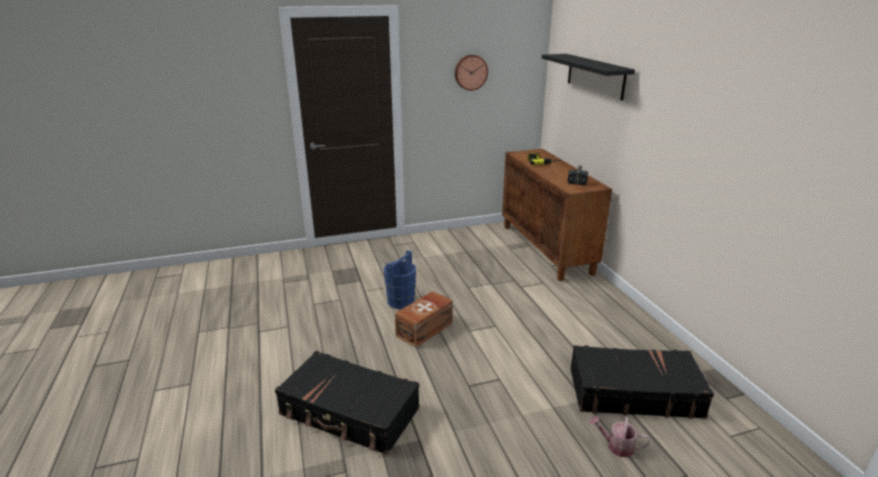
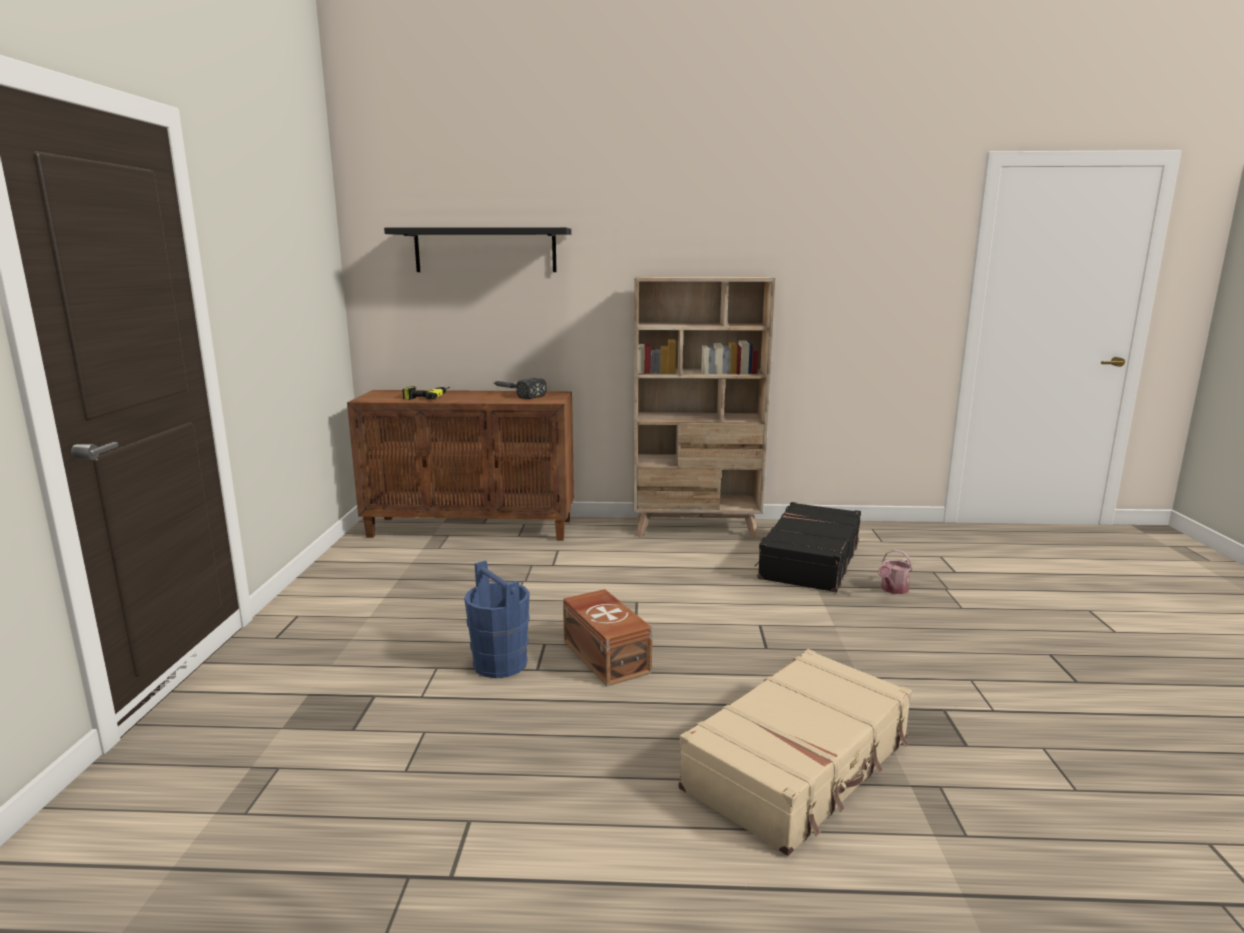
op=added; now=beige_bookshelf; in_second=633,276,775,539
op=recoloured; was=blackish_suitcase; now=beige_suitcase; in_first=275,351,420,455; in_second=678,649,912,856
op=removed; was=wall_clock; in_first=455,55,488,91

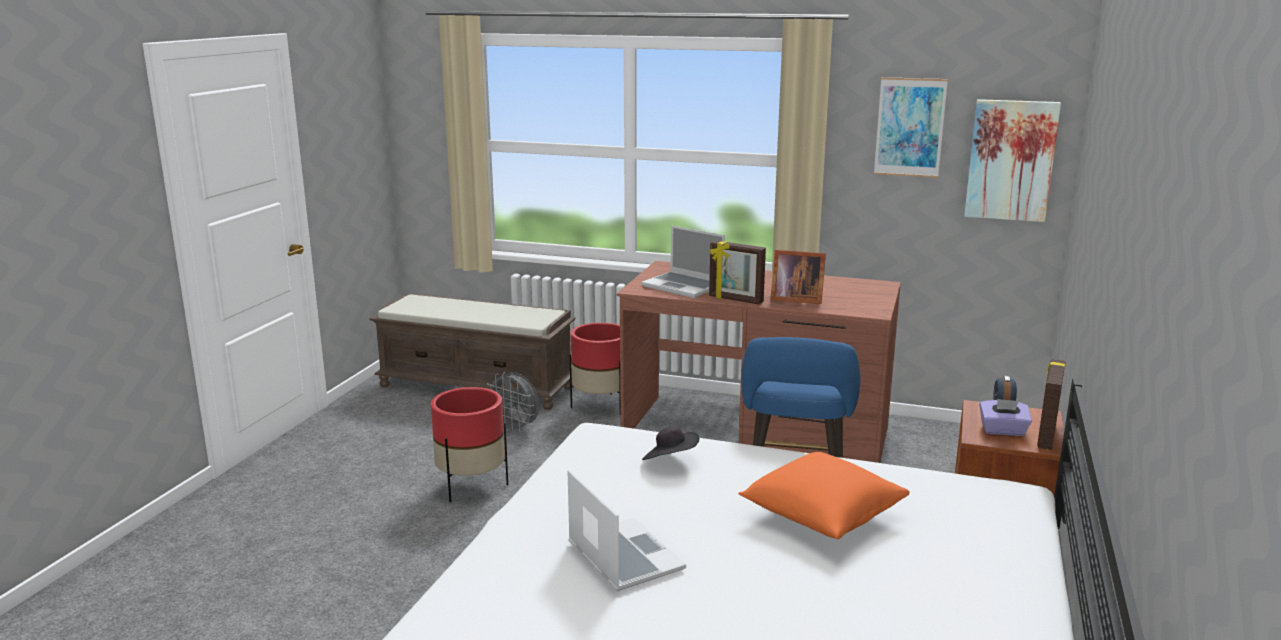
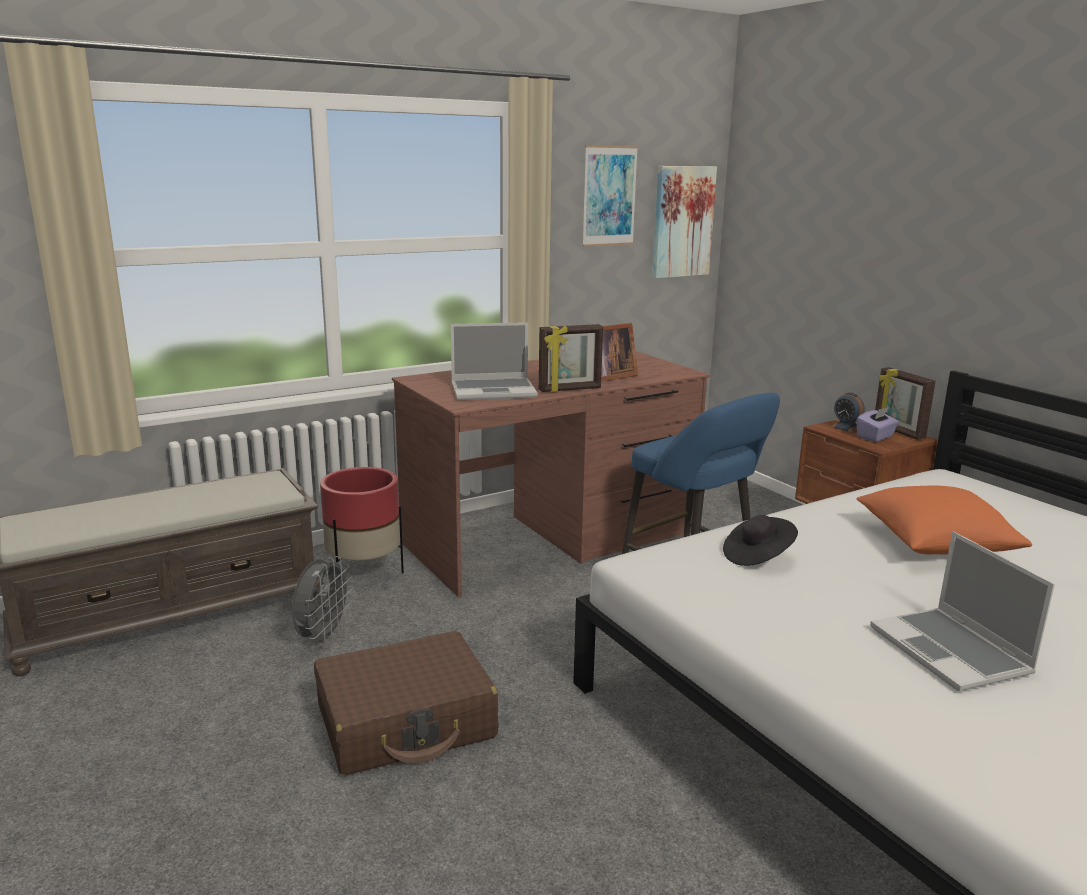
op=turned; was=greyish_fan; in_first=487,372,539,433; in_second=292,556,353,646; clockwise=-60
op=replaced; was=red-coloured_planter; now=brown_suitcase; in_first=431,387,508,502; in_second=314,631,498,775
op=turned; was=portable_computer; in_first=567,470,686,591; in_second=870,531,1055,691; clockwise=-120

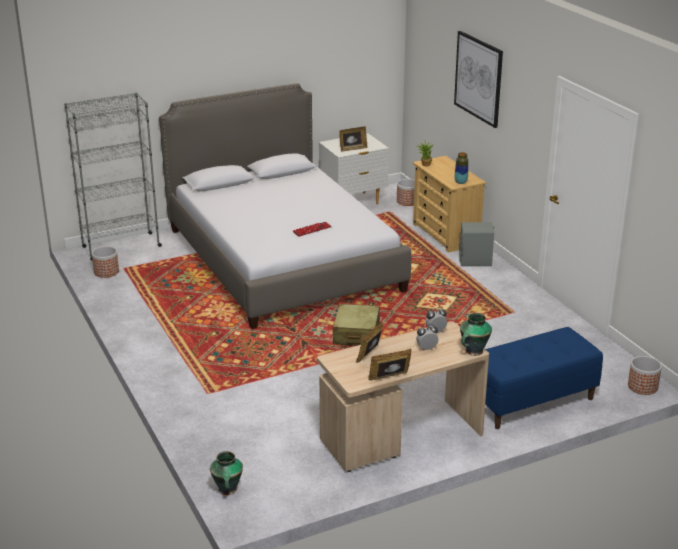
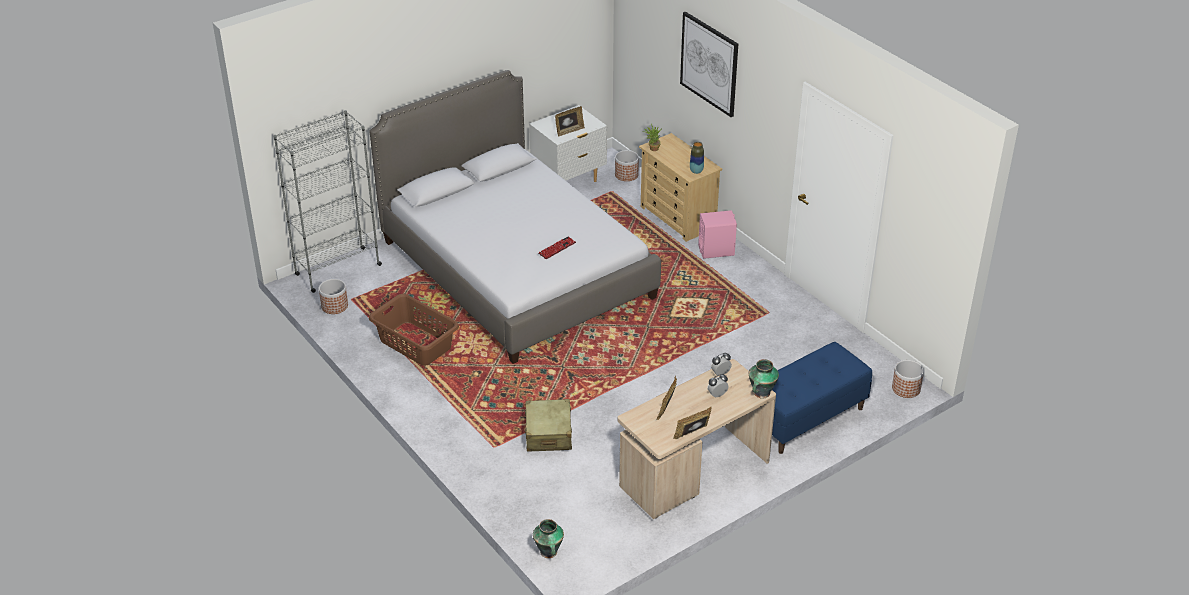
op=added; now=brown_laundry_basket; in_second=369,294,459,366
op=moved; was=beige_suitcase; in_first=333,304,380,346; in_second=524,399,572,451
op=recoloured; was=greyish_audio_speaker; now=pink_audio_speaker; in_first=459,222,495,266; in_second=698,210,737,259

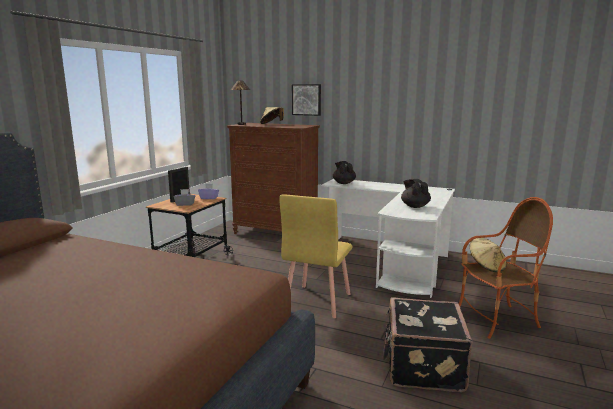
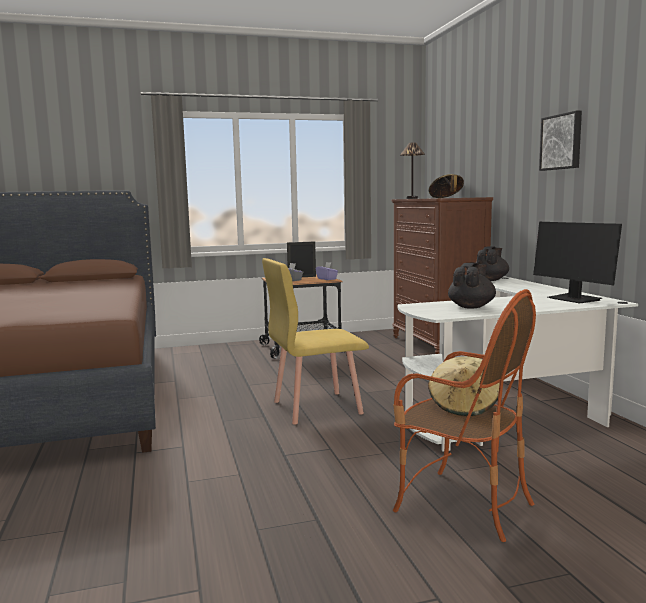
op=added; now=computer_screen; in_second=533,222,622,303
op=moved; was=picture; in_first=292,84,321,116; in_second=539,111,582,171
op=removed; was=blackish_suitcase; in_first=383,297,473,392

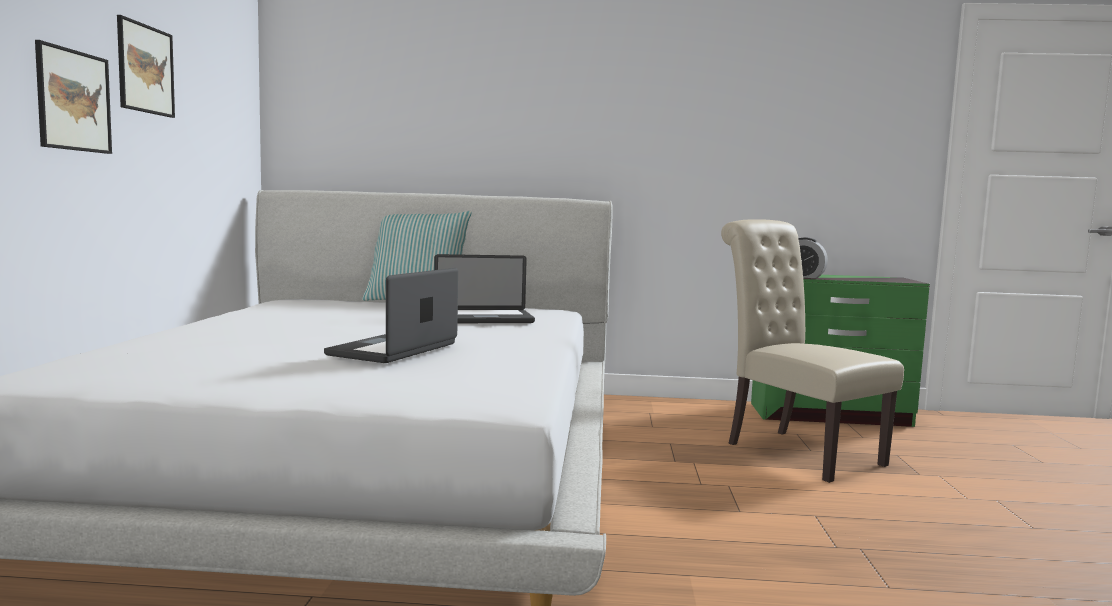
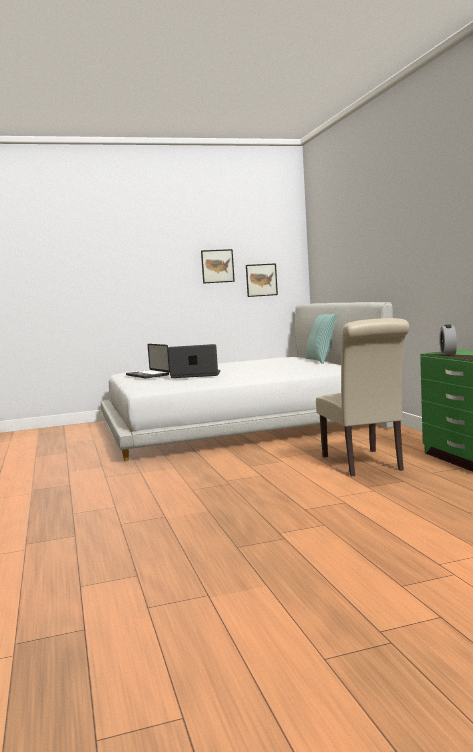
op=moved; was=portable_computer; in_first=434,254,535,323; in_second=126,344,170,379
op=moved; was=picture; in_first=35,40,112,154; in_second=246,263,278,297
op=turned; was=beige_upright_chair; in_first=721,219,904,483; in_second=316,318,409,477; clockwise=135

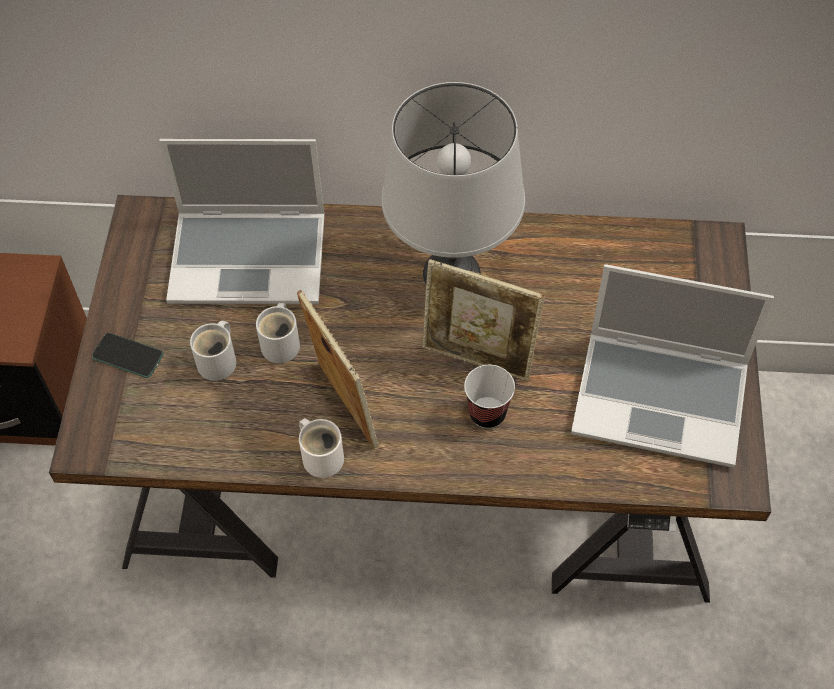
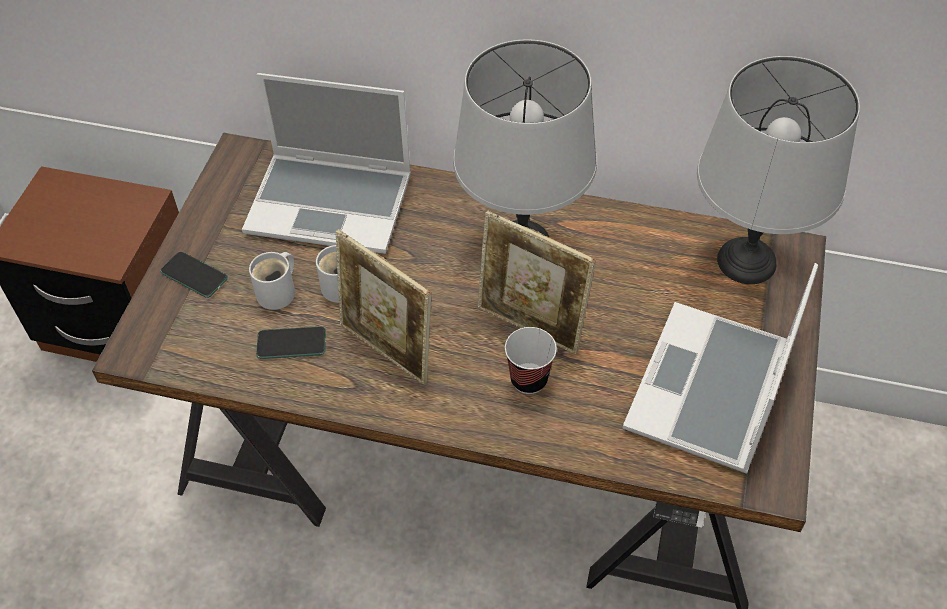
op=added; now=handset; in_second=256,326,326,359
op=turned; was=standing_frame; in_first=297,290,379,448; in_second=336,229,432,385; clockwise=150
op=turned; was=portable_computer; in_first=571,264,774,468; in_second=623,263,818,474; clockwise=90
op=added; now=greyish_lamp_for_a_table; in_second=697,56,860,284
op=removed; was=white_mug; in_first=299,418,344,478

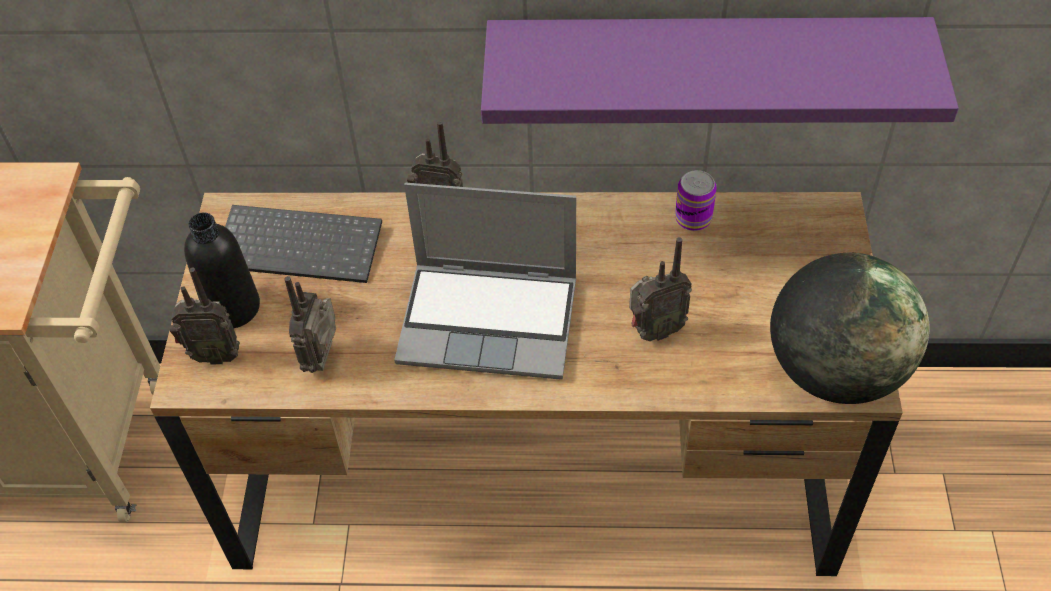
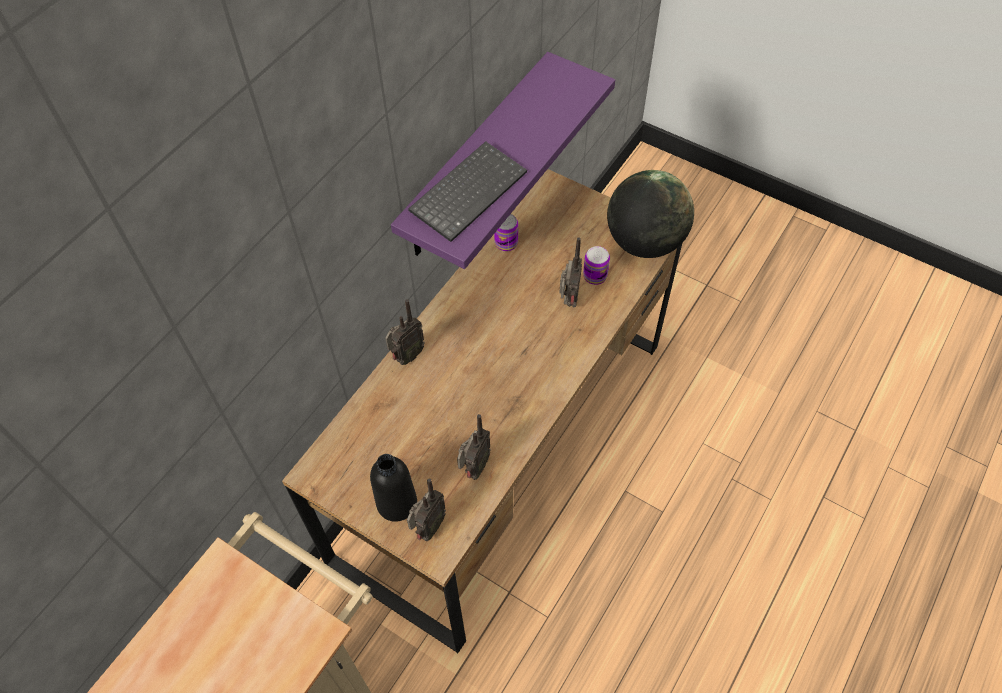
op=moved; was=PC_keyboard; in_first=225,205,382,283; in_second=408,141,527,242
op=turned; was=radio_receiver; in_first=284,276,336,373; in_second=457,414,491,480; clockwise=-105
op=added; now=sealed_can; in_second=583,246,610,285
op=removed; was=portable_computer; in_first=394,183,576,380

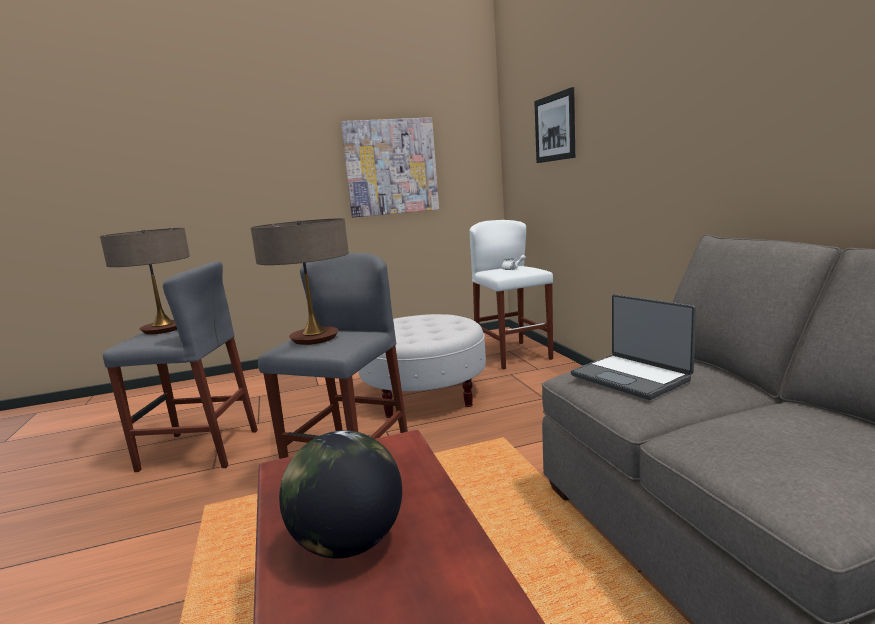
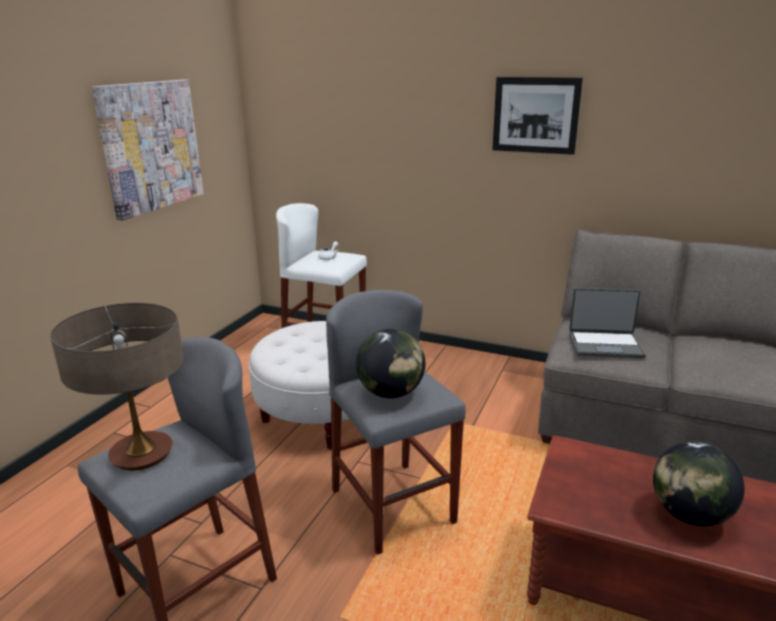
op=replaced; was=lamp_for_a_table; now=world_globe; in_first=251,218,349,345; in_second=356,329,426,398
op=moved; was=picture; in_first=534,87,575,163; in_second=492,77,583,155

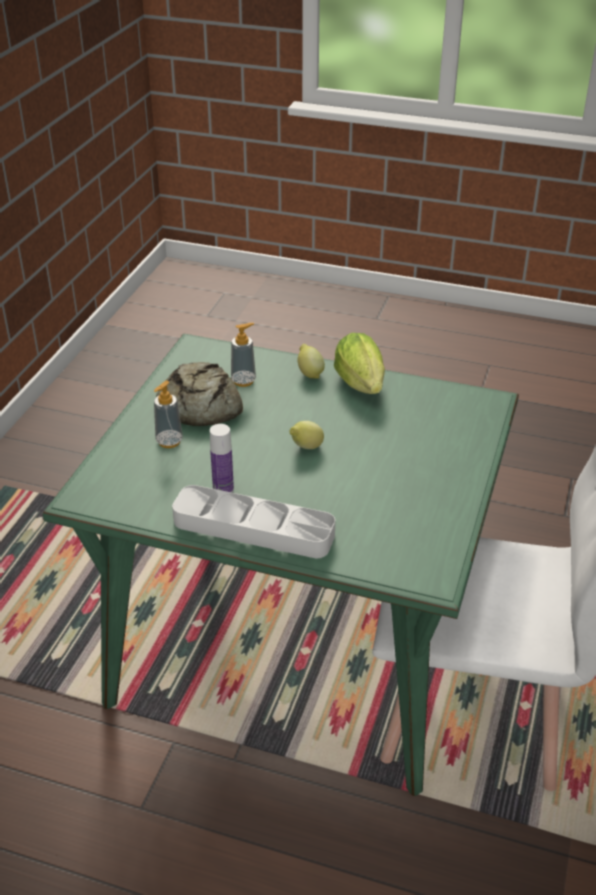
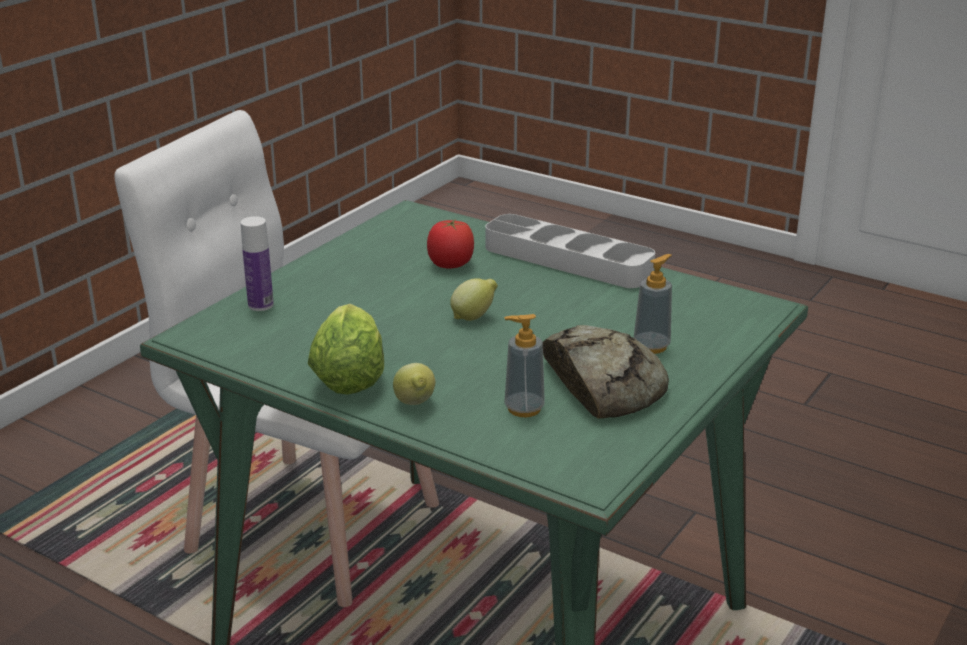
op=moved; was=bottle; in_first=210,424,234,493; in_second=241,216,274,311
op=added; now=fresh_tomato; in_second=427,220,474,269

